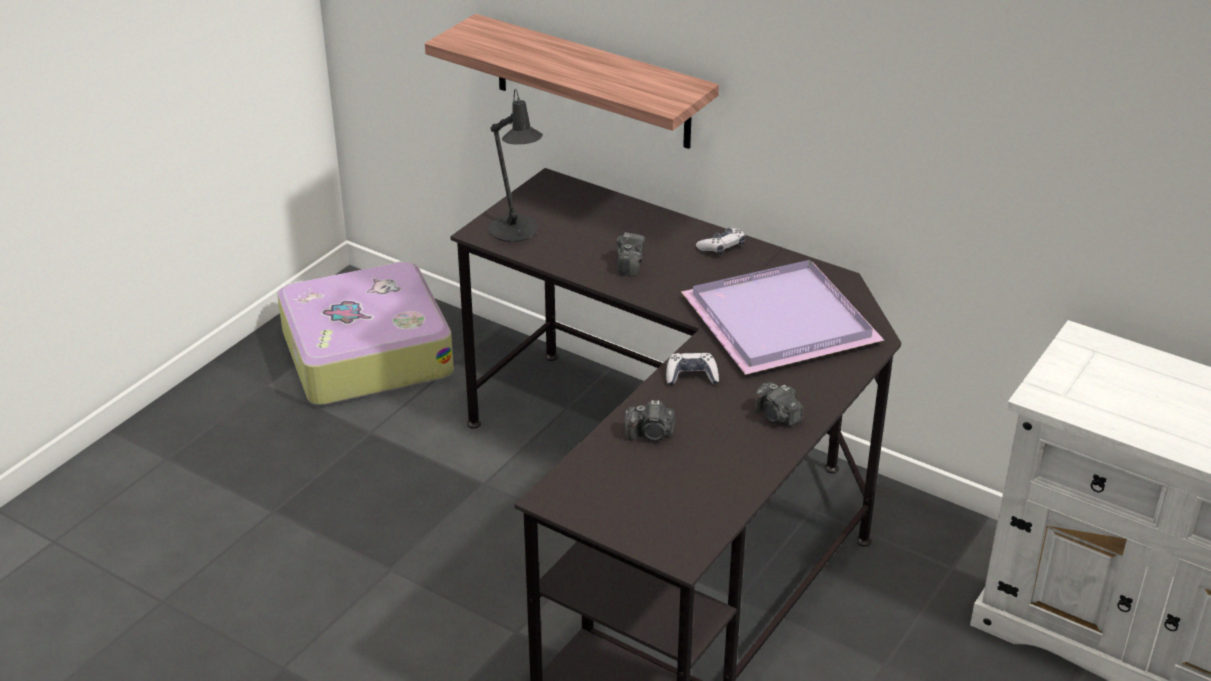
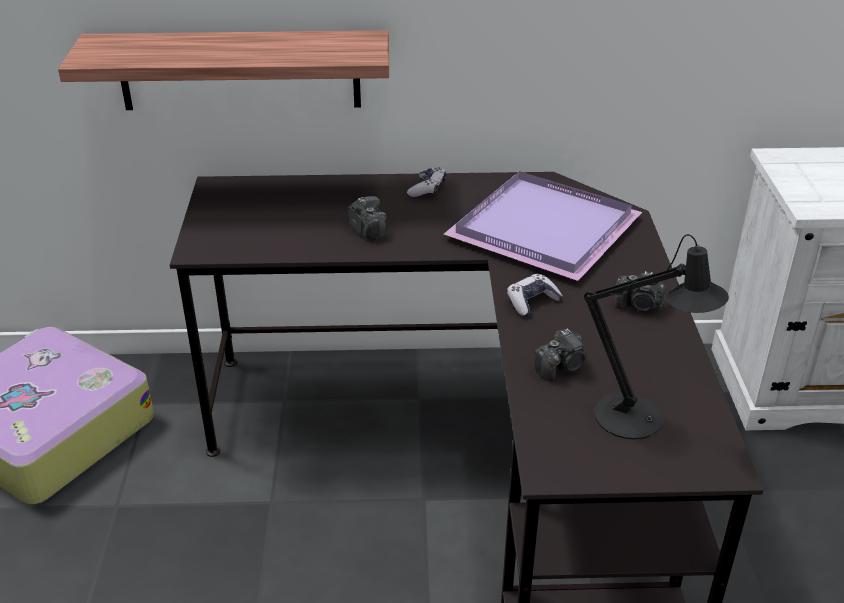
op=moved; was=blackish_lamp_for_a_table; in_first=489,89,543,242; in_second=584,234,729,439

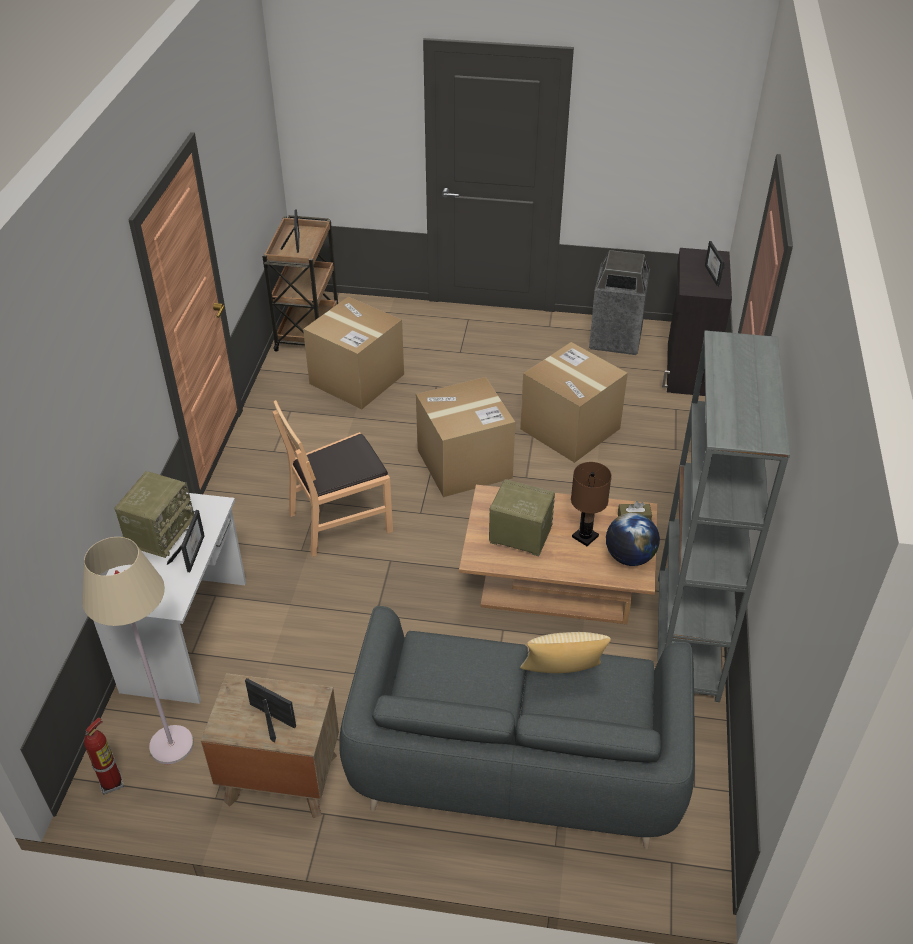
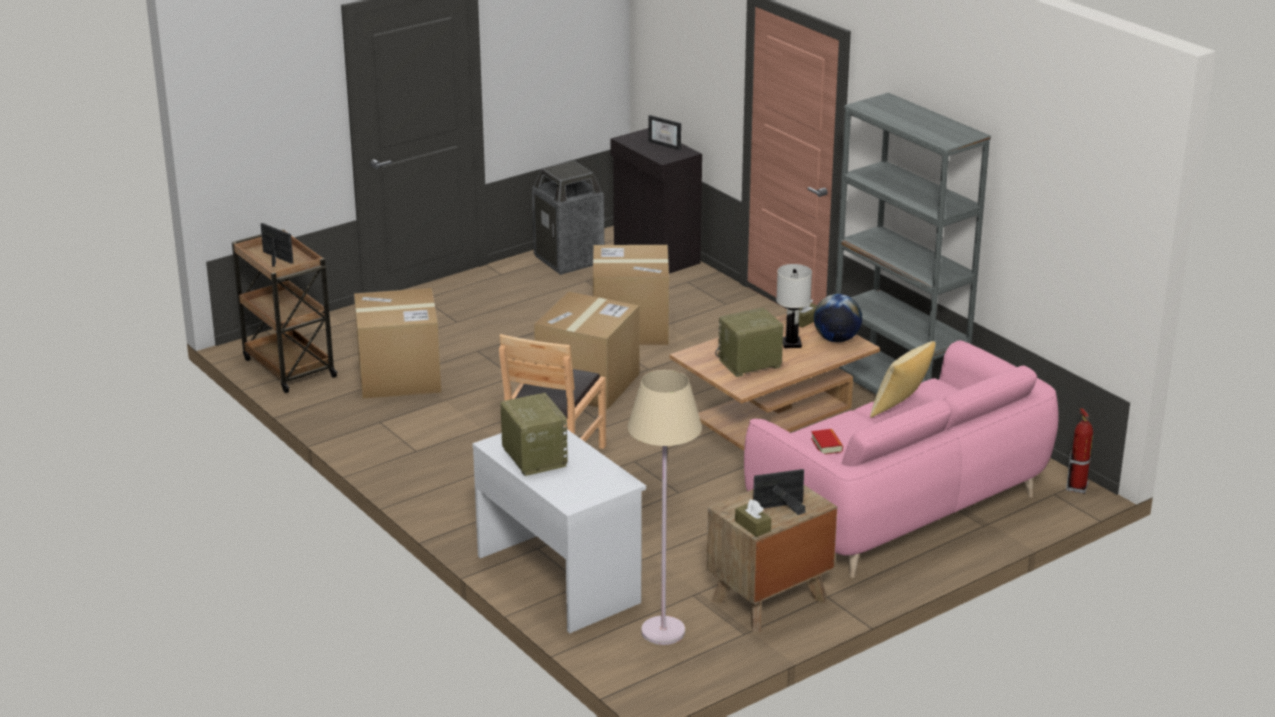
op=added; now=brown_tissue_box; in_second=735,499,771,537
op=recoloured; was=greyish_couch; now=pink_couch; in_first=339,606,695,850; in_second=744,340,1059,578
op=recoloured; was=brown_lamp_for_a_table; now=white_lamp_for_a_table; in_first=571,462,612,546; in_second=776,264,812,348
op=added; now=bound_book; in_second=811,429,843,455
op=moved; was=extinguisher; in_first=84,717,124,794; in_second=1066,408,1093,494
op=removed; was=standing_frame; in_first=167,510,205,572

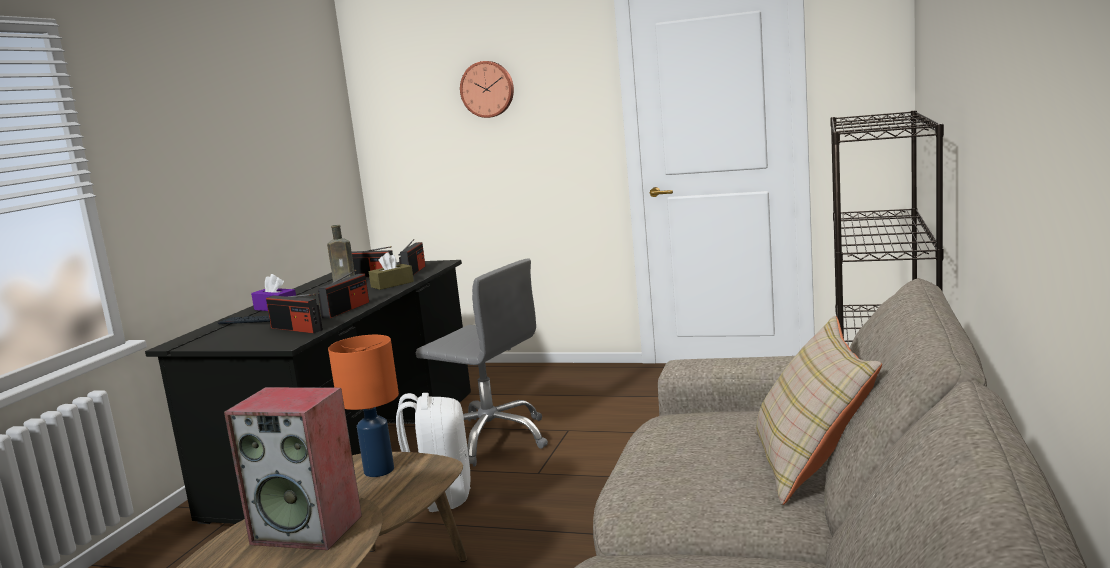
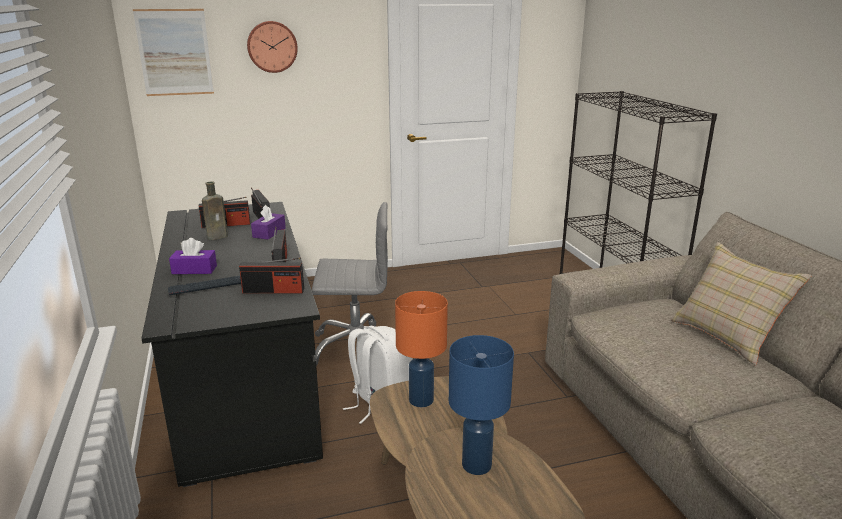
op=added; now=picture; in_second=133,9,214,96
op=recoloured; was=brown_tissue_box; now=purple-coloured_tissue_box; in_first=369,252,414,290; in_second=251,205,286,240
op=replaced; was=audio_speaker; now=blue-coloured_lamp_for_a_table; in_first=224,387,362,550; in_second=449,335,514,475

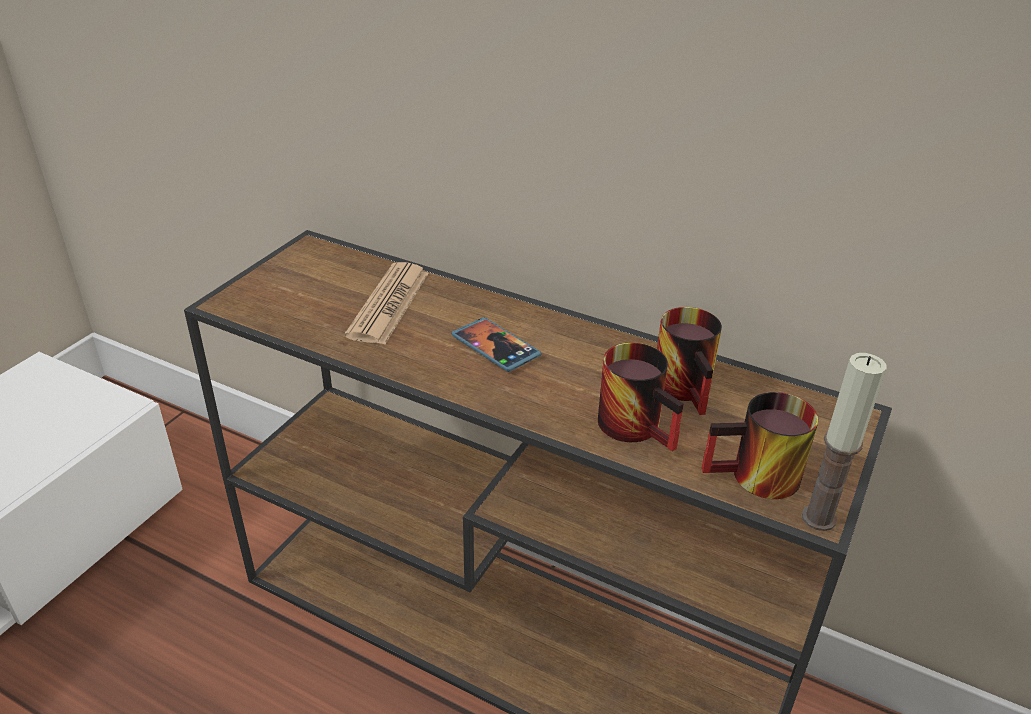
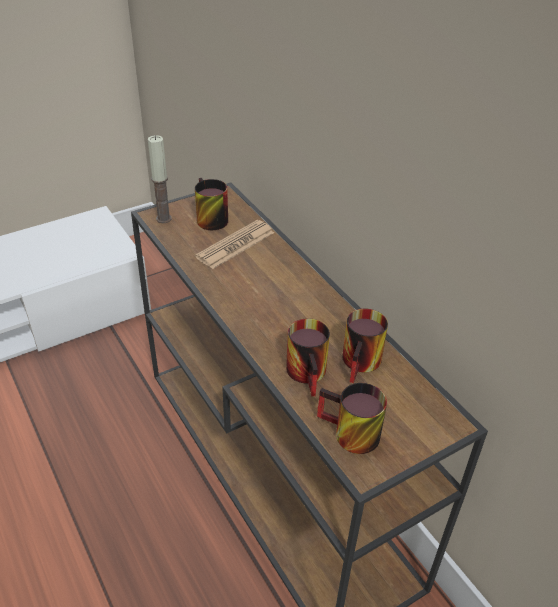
op=moved; was=wax_candle; in_first=802,353,886,531; in_second=148,135,172,223
op=added; now=mug; in_second=195,178,228,230
op=removed; was=handset; in_first=451,317,541,372

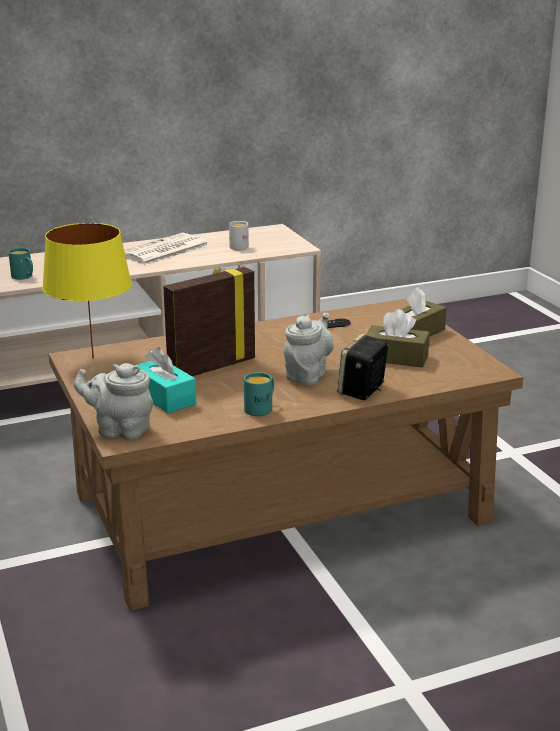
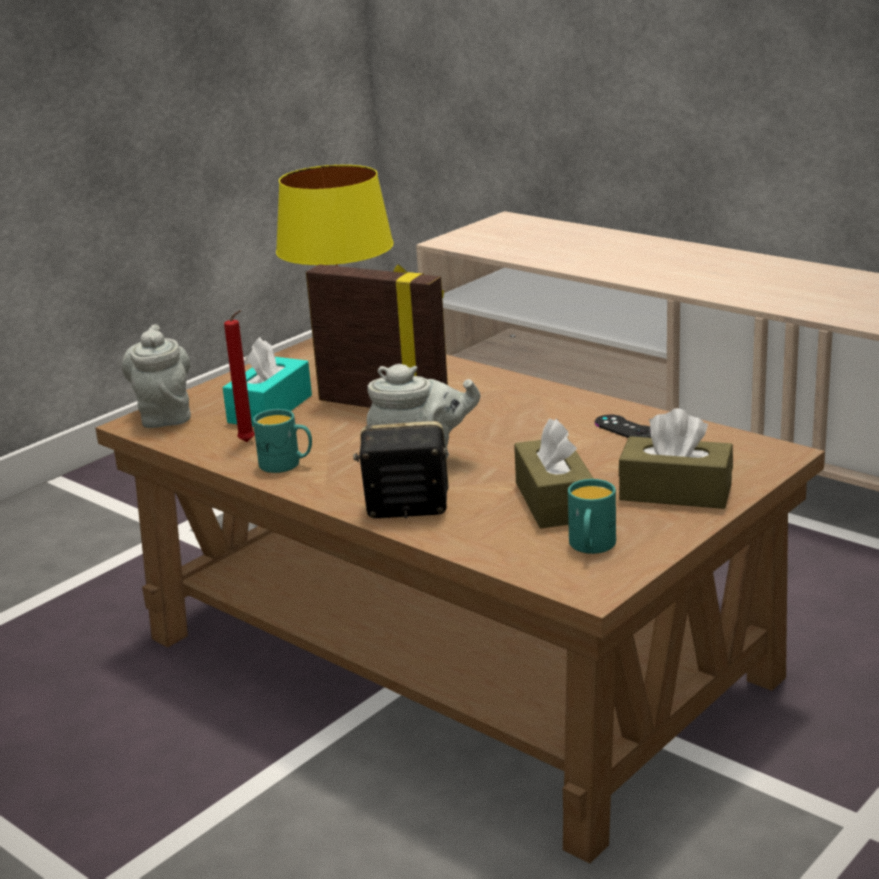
op=added; now=red-coloured_wax_candle; in_second=224,310,255,442
op=moved; was=blue-green_mug; in_first=8,248,33,280; in_second=568,479,616,554
op=removed; was=newspaper; in_first=124,233,209,265
op=removed; was=white_mug; in_first=229,221,249,250

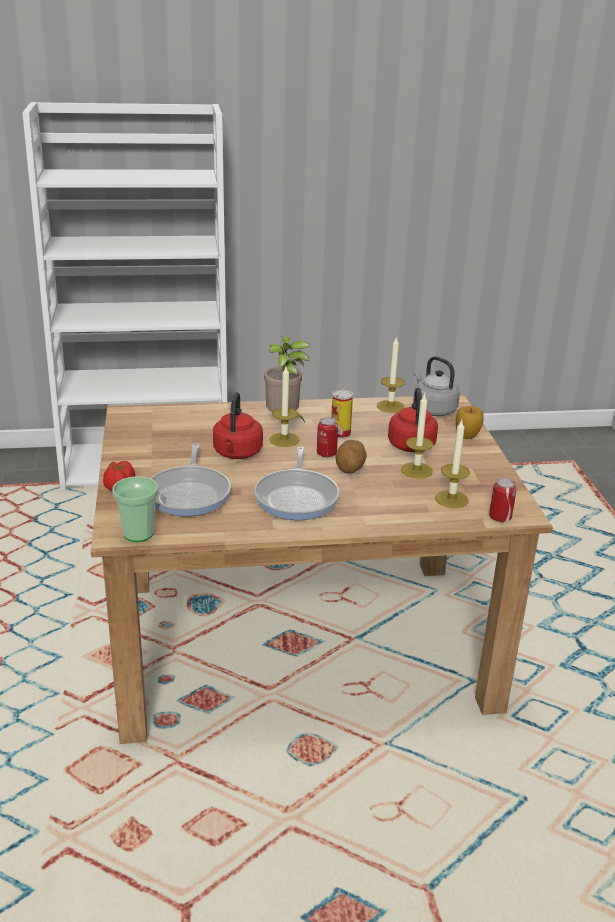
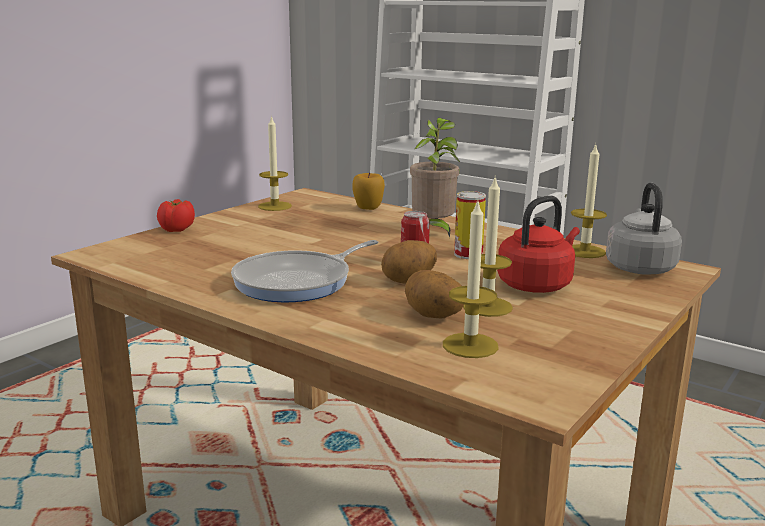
op=moved; was=wax_candle; in_first=269,367,299,447; in_second=258,115,292,211
op=moved; was=apple_fruit; in_first=456,406,484,439; in_second=352,173,385,210
op=added; now=whole_potato; in_second=405,270,464,318
op=removed; was=drinking_cup; in_first=113,476,158,542
op=removed; was=frying_pan; in_first=150,443,231,516
op=removed; was=red-coloured_water_kettle; in_first=213,392,263,459
op=removed; was=sealed_can; in_first=489,478,517,522

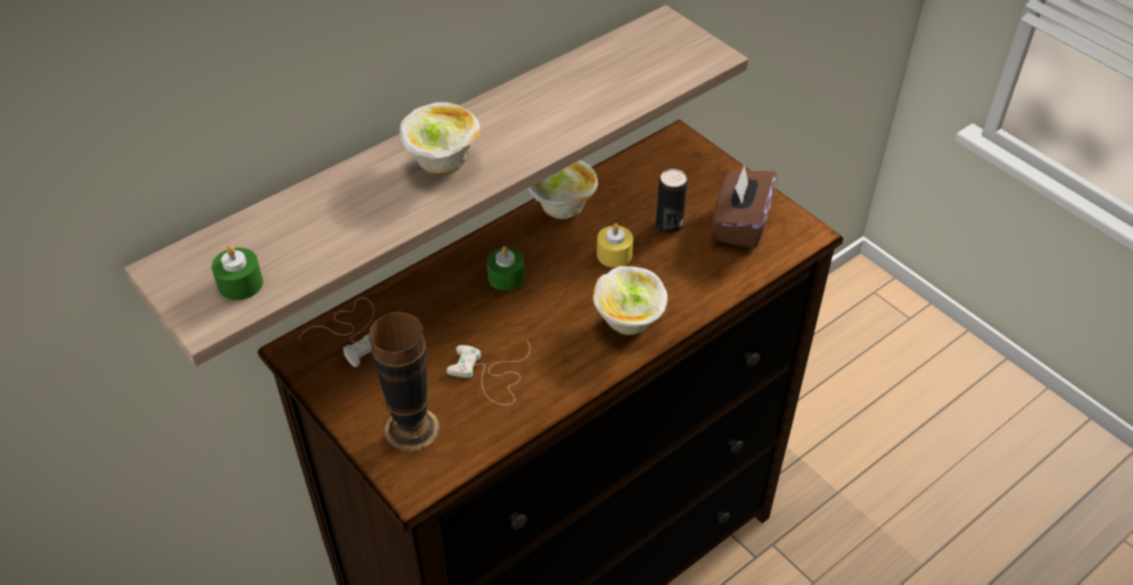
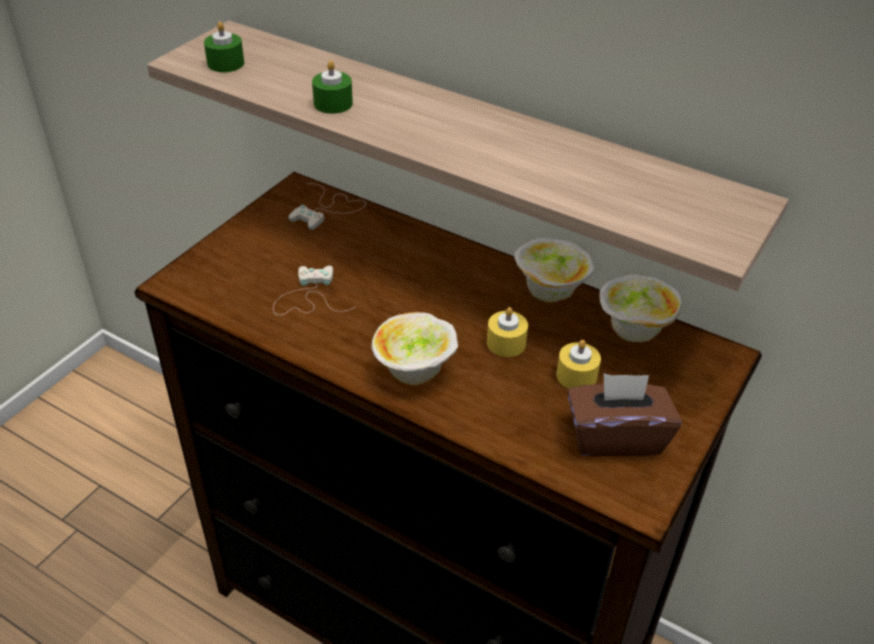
op=moved; was=green_wax_candle; in_first=487,246,524,291; in_second=312,60,353,114
op=replaced; was=sealed_can; now=yellowish_wax_candle; in_first=656,169,687,233; in_second=556,340,601,389
op=moved; was=bowl; in_first=399,102,480,175; in_second=599,275,682,342
op=removed; was=flower_vase; in_first=369,312,440,452

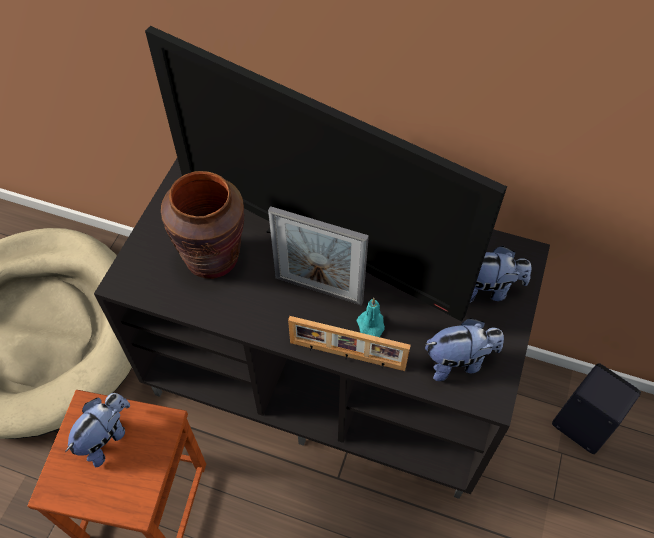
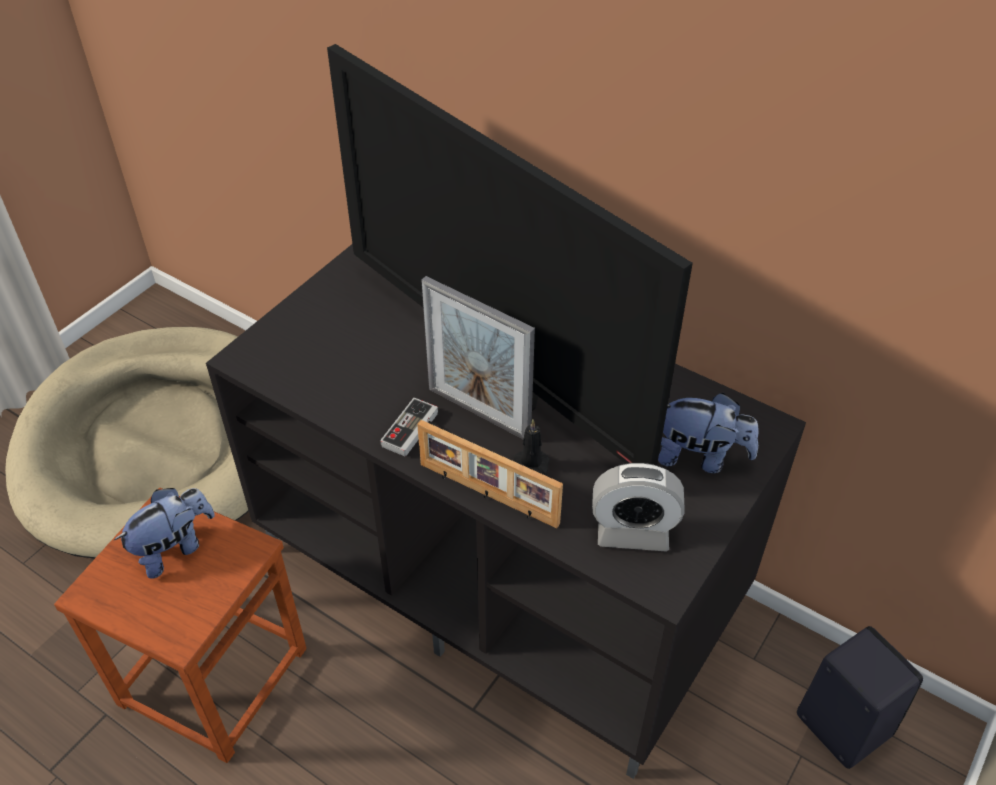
op=added; now=joypad; in_second=380,398,438,456
op=recoloured; was=blue-green_wax_candle; now=blackish_wax_candle; in_first=357,298,385,337; in_second=514,419,550,476
op=replaced; was=soft_toy; now=bedside_clock; in_first=425,318,504,381; in_second=592,463,684,552
op=removed; was=brown_flower_vase; in_first=161,171,245,279

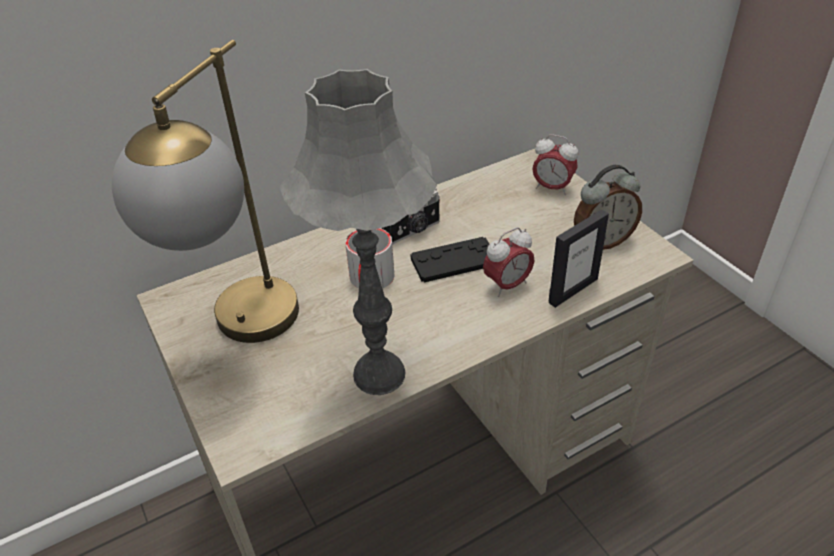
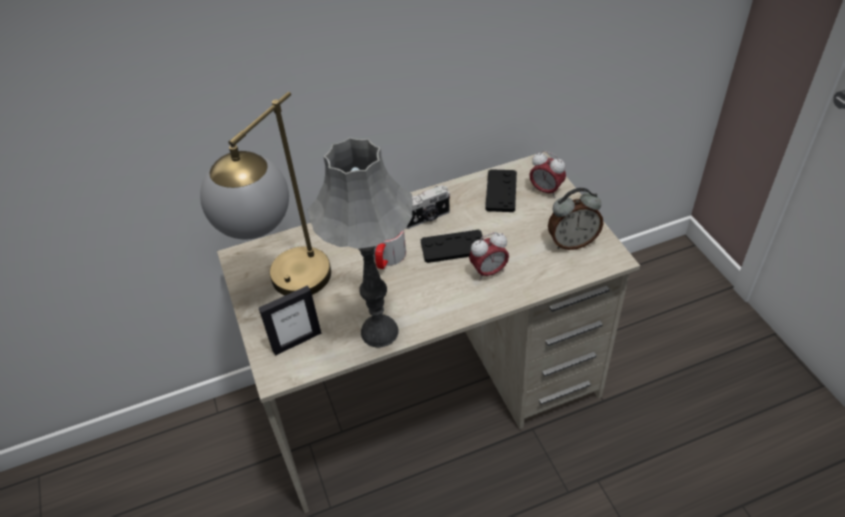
op=moved; was=standing_frame; in_first=549,210,609,308; in_second=259,285,321,356
op=added; now=blackish_joypad; in_second=485,169,517,212

